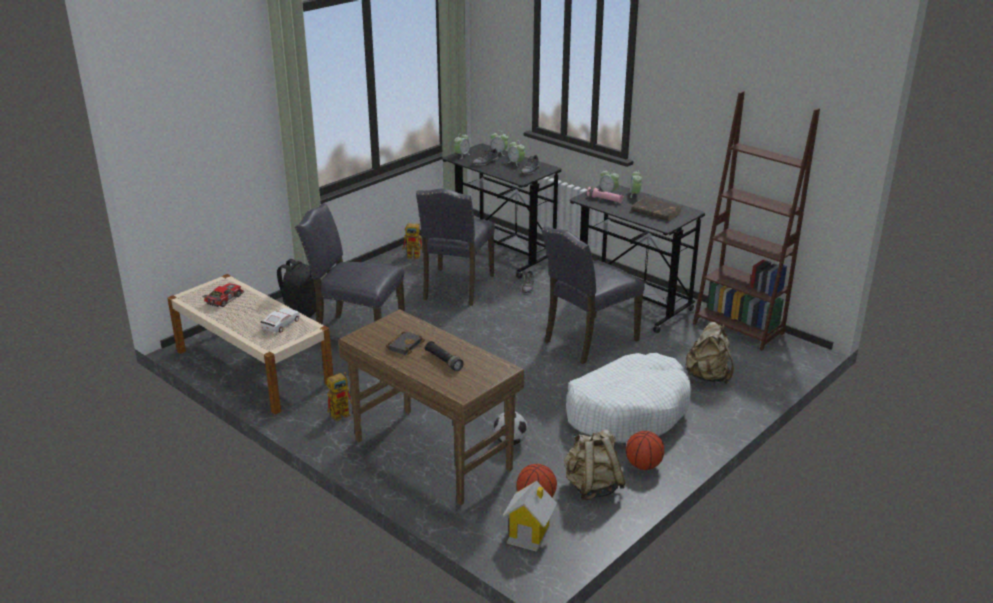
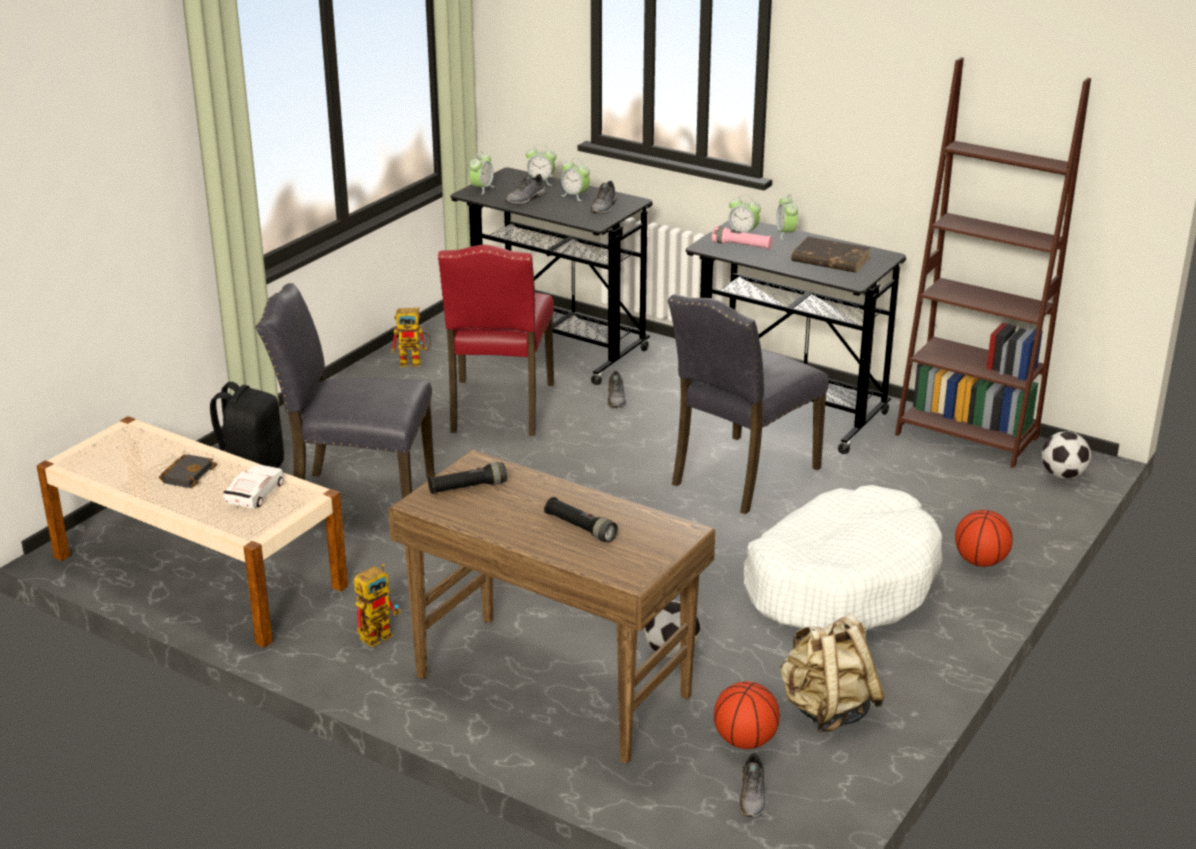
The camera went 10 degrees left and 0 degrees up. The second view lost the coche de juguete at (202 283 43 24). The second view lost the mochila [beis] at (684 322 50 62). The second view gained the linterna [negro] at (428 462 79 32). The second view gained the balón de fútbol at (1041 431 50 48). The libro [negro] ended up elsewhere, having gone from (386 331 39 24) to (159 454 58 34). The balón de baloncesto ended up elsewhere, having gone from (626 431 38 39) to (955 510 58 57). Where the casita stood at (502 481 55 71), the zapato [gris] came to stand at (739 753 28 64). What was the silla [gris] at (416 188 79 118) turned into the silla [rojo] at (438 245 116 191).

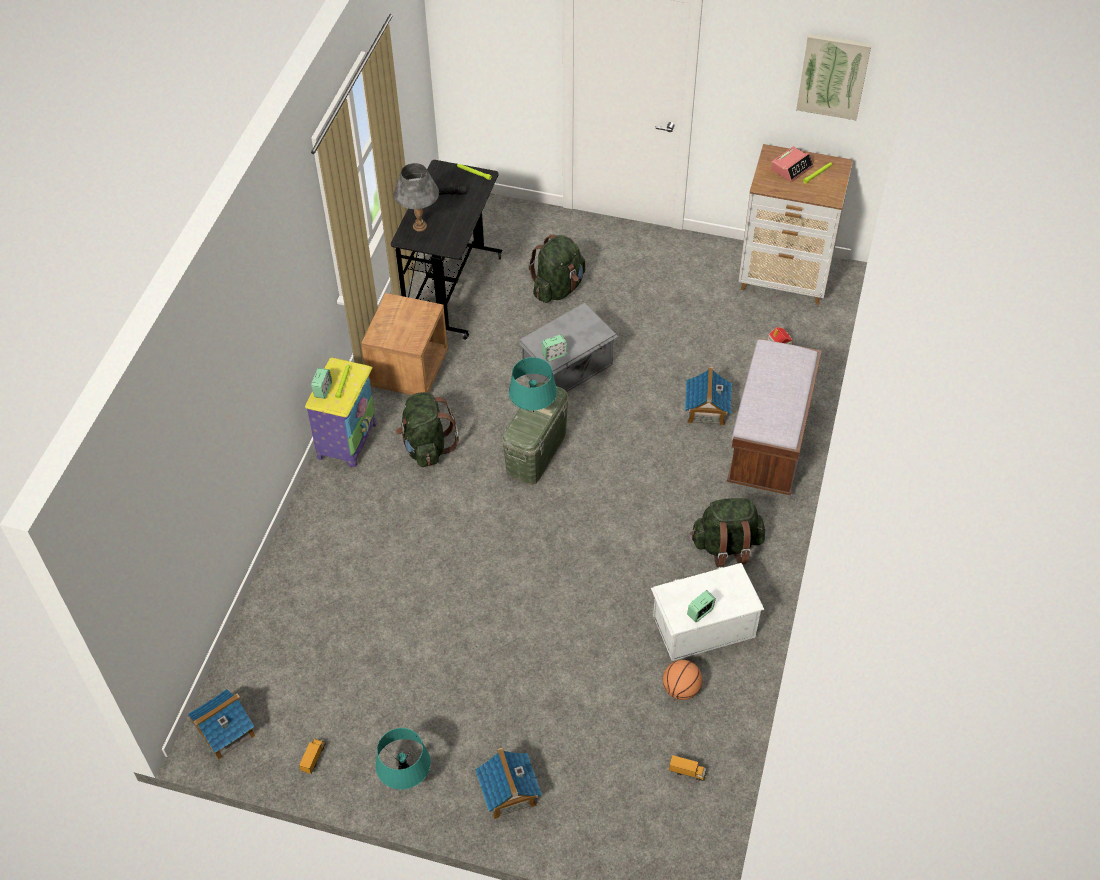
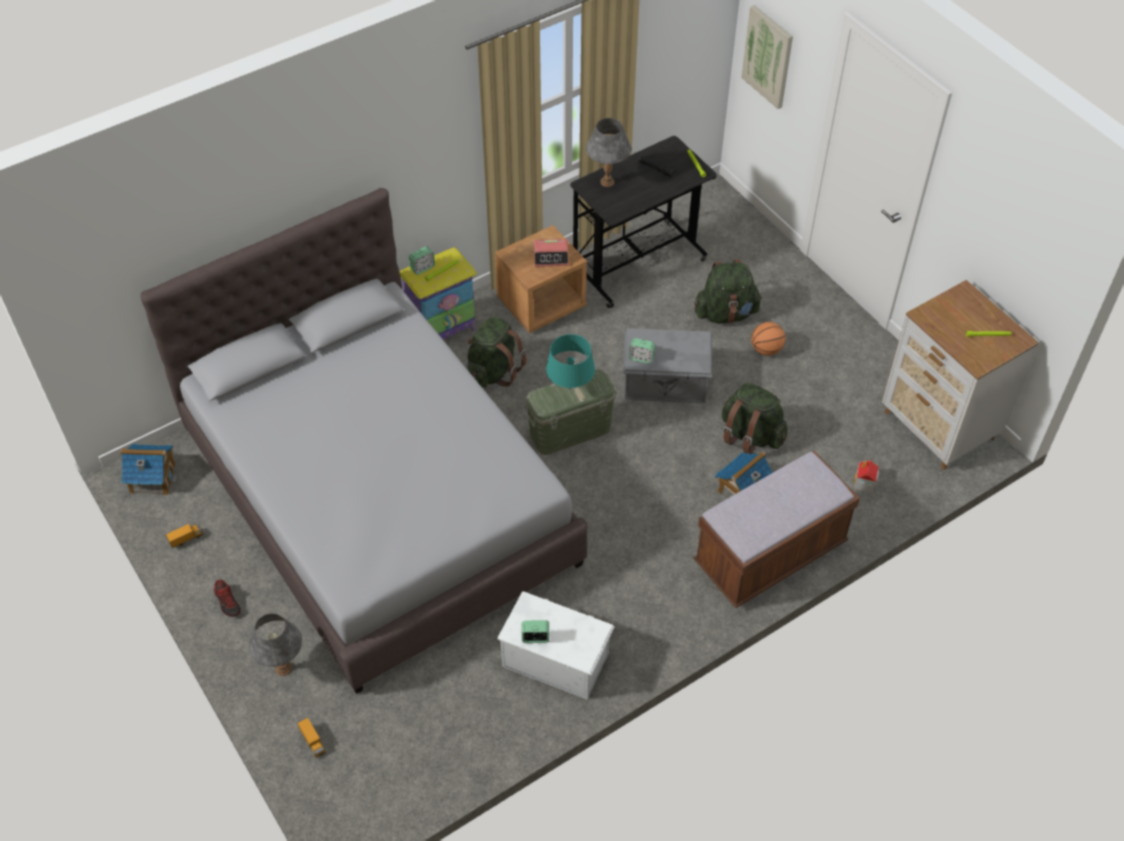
The camera went 40 degrees right and 0 degrees up. The second view gained the cama [gris] at (140 188 448 506). The balón de baloncesto ended up elsewhere, having gone from (663 660 39 40) to (751 322 35 34). The camión de juguete ended up elsewhere, having gone from (669 755 38 26) to (297 717 29 41). The mochila [verde] ended up elsewhere, having gone from (690 498 76 69) to (722 383 66 71). The despertador ended up elsewhere, having gone from (771 146 42 36) to (534 239 35 28). The cuadro ended up elsewhere, having gone from (796 34 76 86) to (741 5 52 104). Where the lámpara de mesa [turquesa] stood at (375 728 56 62), the zapato came to stand at (214 580 27 37). Where the casita stood at (475 748 67 71), the lámpara de mesa [gris] came to stand at (249 614 53 62).

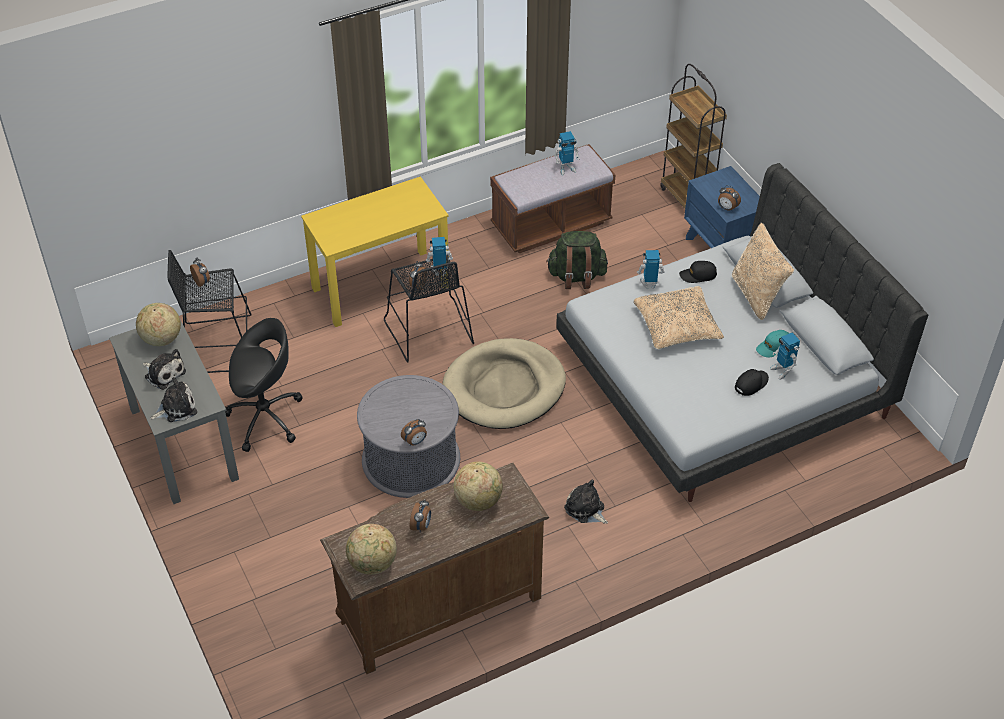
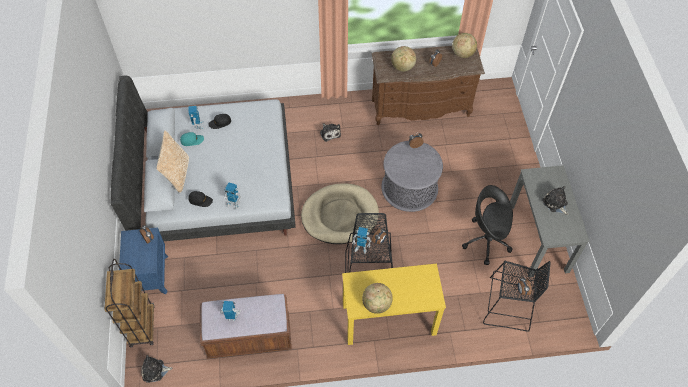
The camera went 160 degrees left and 10 degrees up. The second view lost the mochila [verde] at (546 231 62 58). The second view lost the cojín [beis] at (633 286 91 63). The globo terráqueo ended up elsewhere, having gone from (136 303 45 43) to (362 283 31 31). The peluche ended up elsewhere, having gone from (151 377 46 45) to (141 355 31 28).

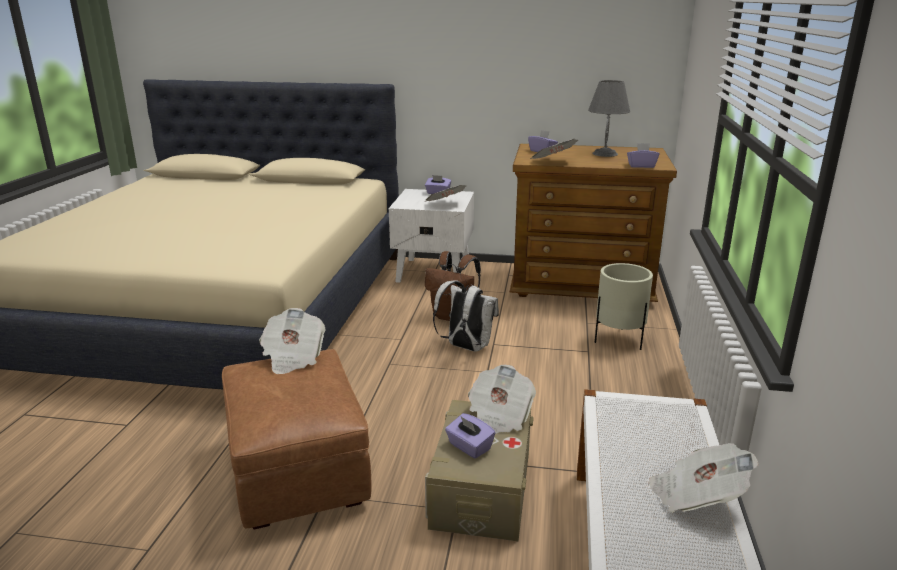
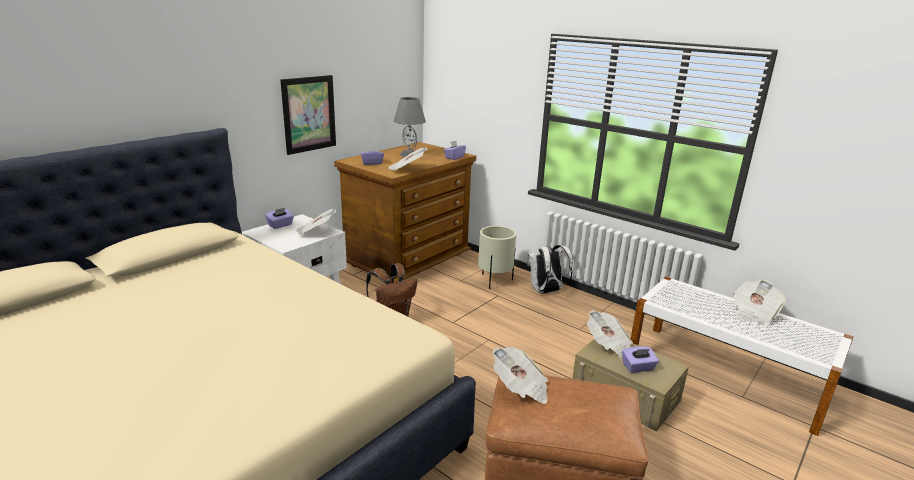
The camera went 60 degrees left and 0 degrees up. The second view gained the cuadro at (280 75 56 80). The mochila [blanco] ended up elsewhere, having gone from (433 280 66 72) to (527 245 46 49).

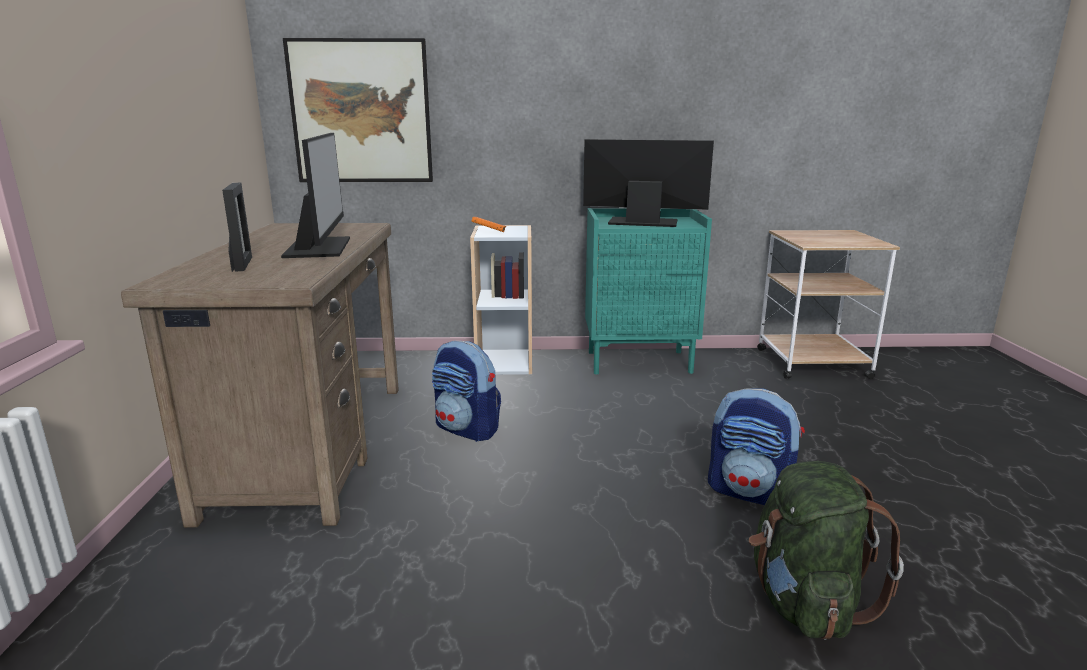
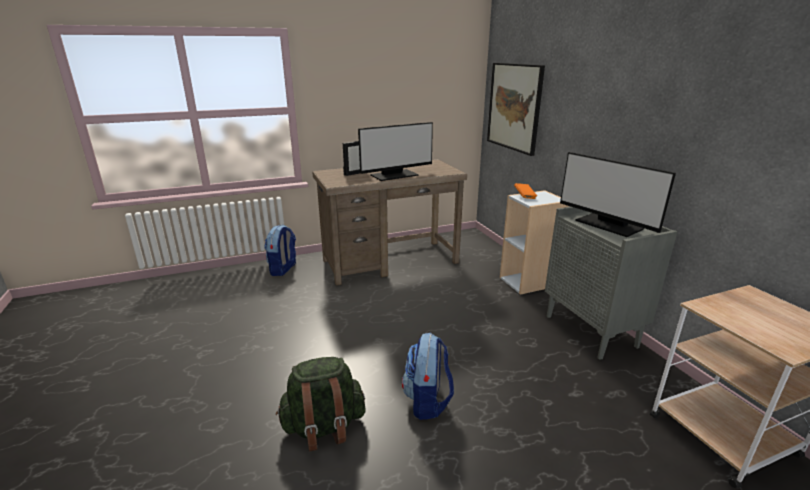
The camera went 70 degrees right and 5 degrees up. The mochila ended up elsewhere, having gone from (432 341 69 101) to (264 225 32 51). What was the armario [turquesa] at (585 208 127 166) turned into the armario [gris] at (545 207 133 153). The monitor at (583 139 131 88) ended up facing another way, 150 degrees clockwise from before.

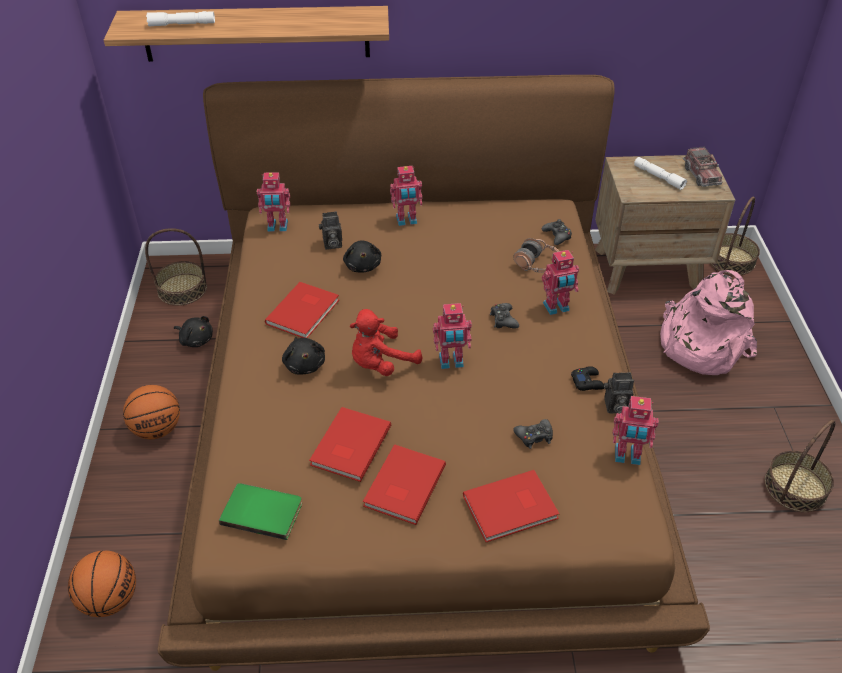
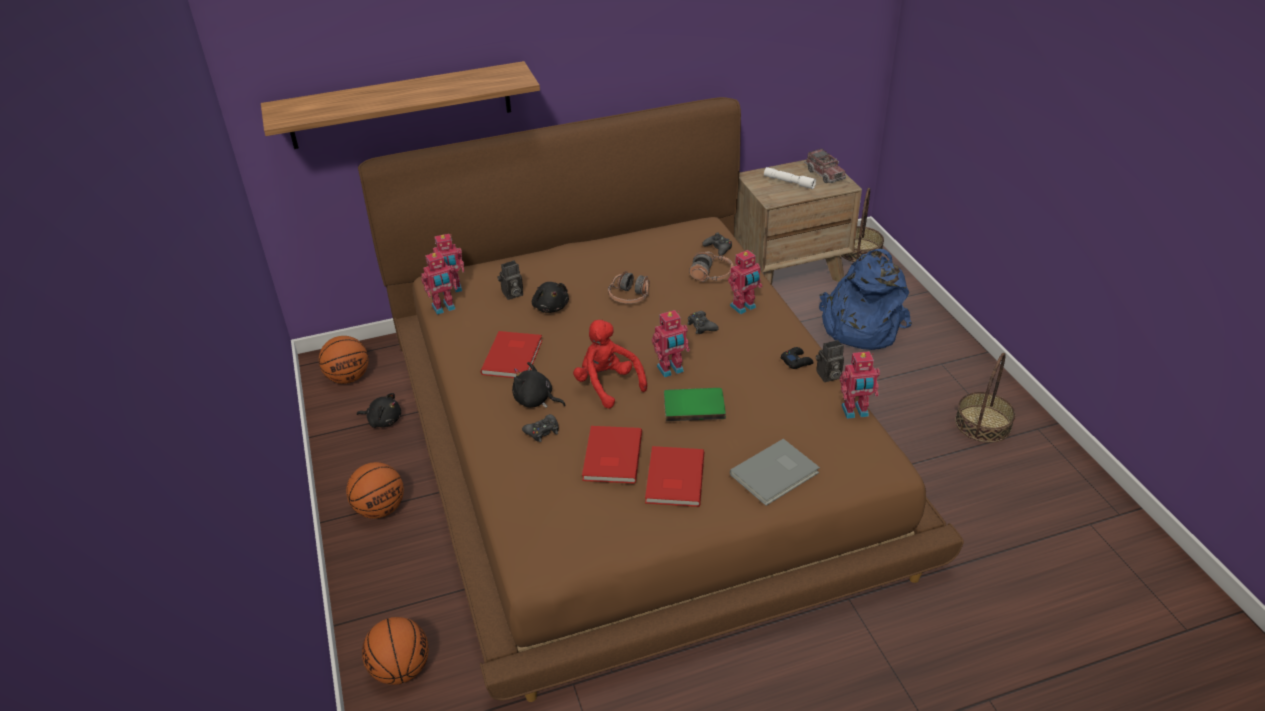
The camera went 15 degrees left and 5 degrees down. The second view lost the linterna [blanco] at (146 11 69 15). The second view gained the auriculares at (608 271 42 33). The libro [verde] ended up elsewhere, having gone from (219 483 83 57) to (664 388 62 33). The robot de juguete ended up elsewhere, having gone from (390 166 32 60) to (421 252 36 63). The mando de consola [negro] ended up elsewhere, having gone from (513 419 40 30) to (522 414 37 28). Where the cesta stood at (145 228 62 78), the balón de baloncesto came to stand at (319 336 50 48). What was the libro [rojo] at (463 470 96 72) turned into the libro [gris] at (730 439 90 67). What was the mochila [rosa] at (660 270 97 105) turned into the mochila [azul] at (819 249 93 101). The peluche [negro] at (282 337 43 37) ended up facing another way, 150 degrees clockwise from before. The peluche [rojo] at (350 309 72 67) ended up facing another way, 105 degrees clockwise from before.

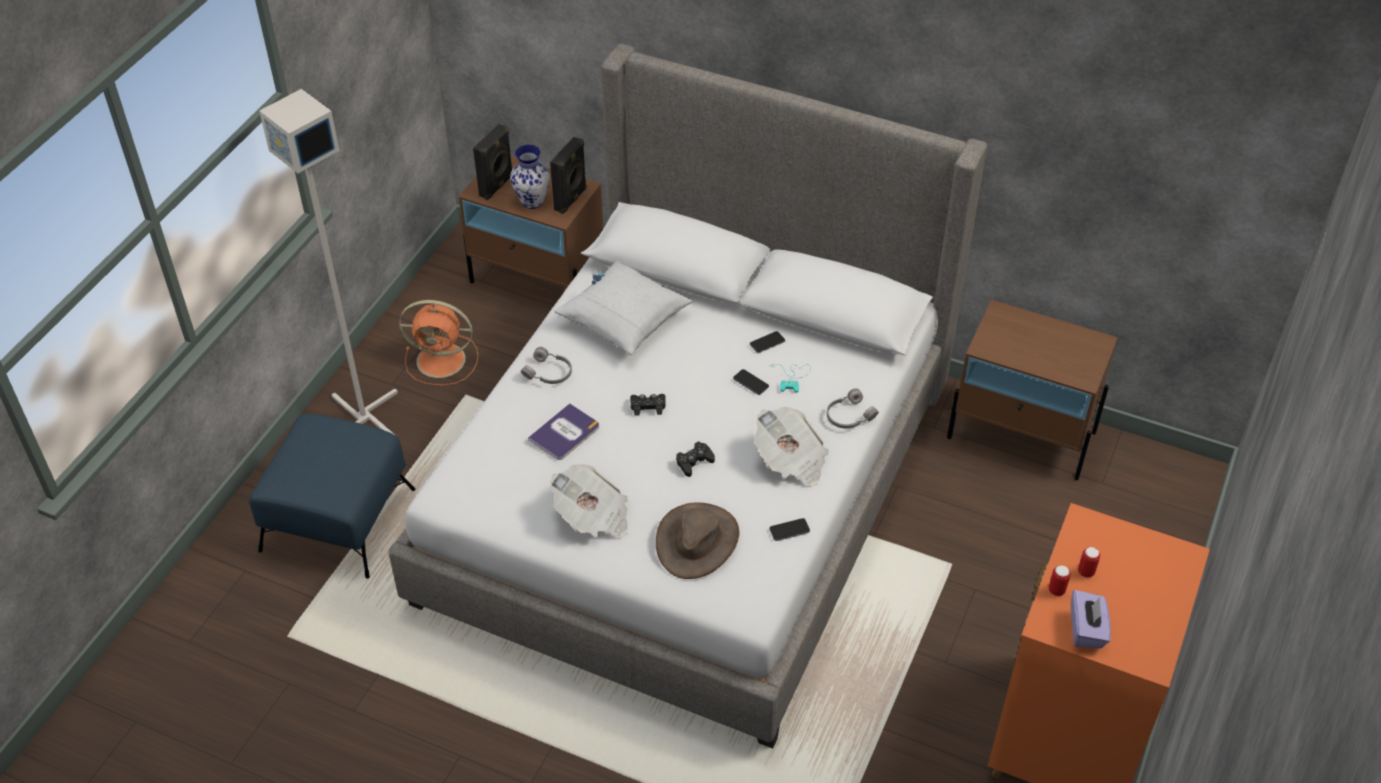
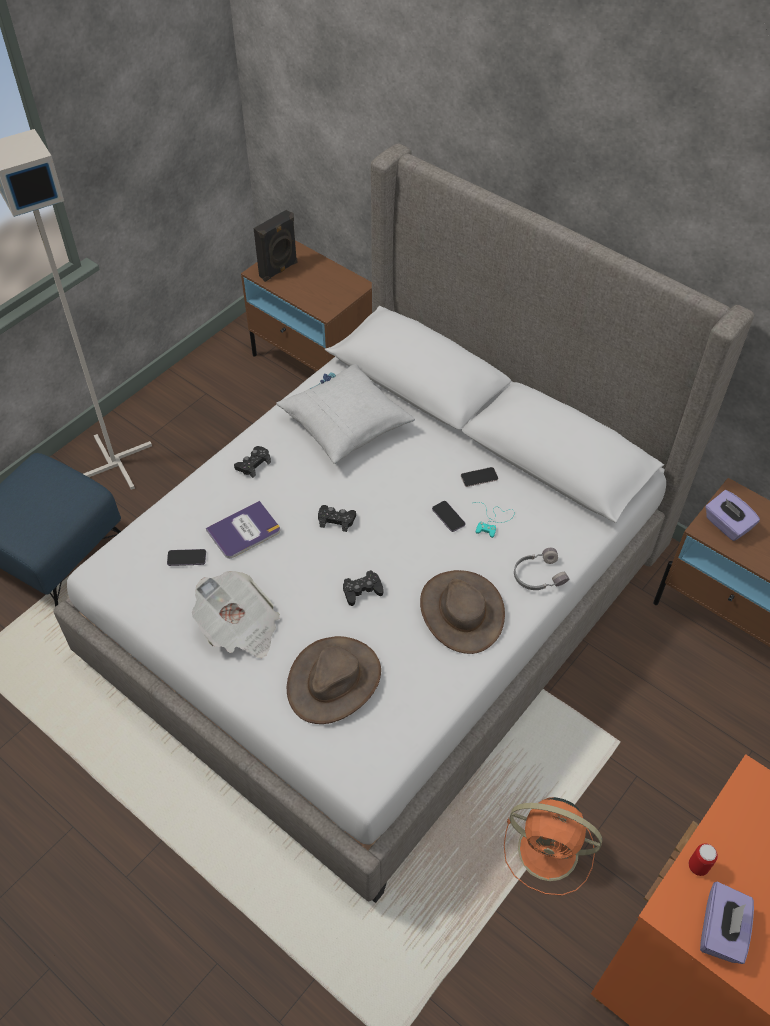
The camera went 15 degrees right and 5 degrees up. The second view lost the florero at (510 145 40 64). The second view lost the altavoz [negro] at (550 137 37 77). The second view lost the lata at (1078 547 22 31). The second view gained the caja de pañuelos [morado] at (705 490 55 51). The ventilador [naranja] ended up elsewhere, having gone from (399 300 79 86) to (504 797 98 98). The móvil ended up elsewhere, having gone from (769 518 41 23) to (167 549 39 17). Where the auriculares [gris] stood at (521 347 51 37), the mando de consola [negro] came to stand at (234 446 37 32). Where the periódico stood at (754 407 75 79), the sombrero [marrón] came to stand at (420 570 85 84).

